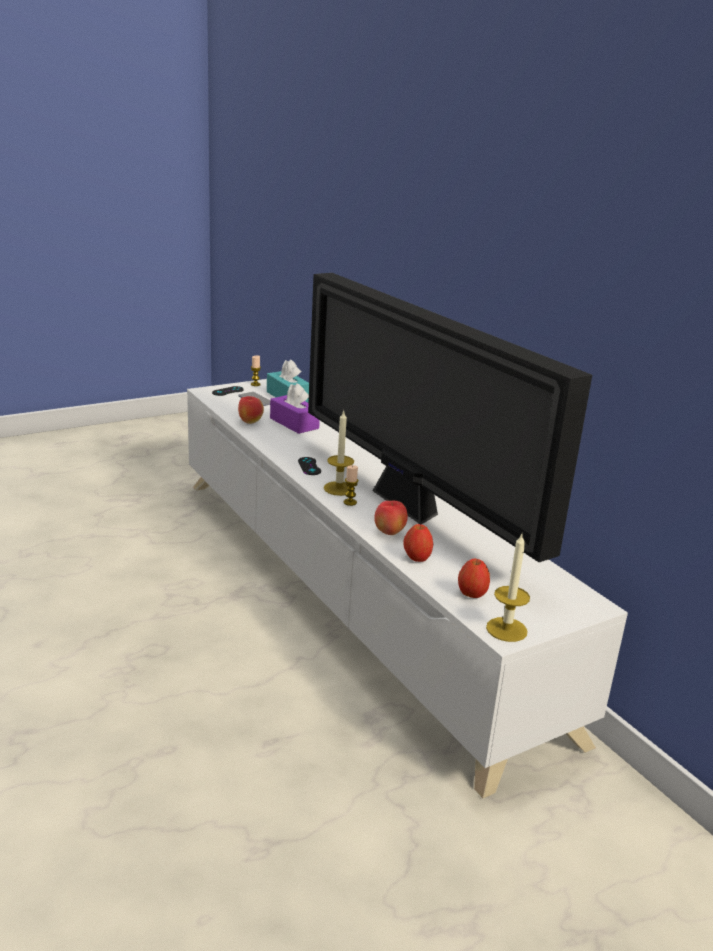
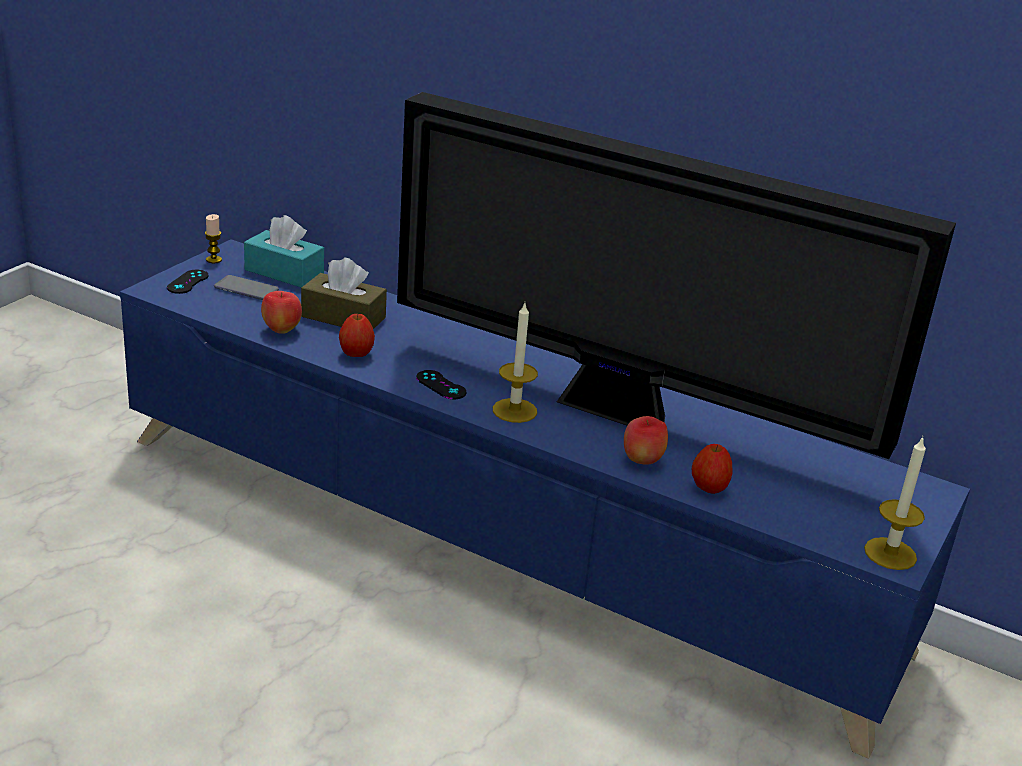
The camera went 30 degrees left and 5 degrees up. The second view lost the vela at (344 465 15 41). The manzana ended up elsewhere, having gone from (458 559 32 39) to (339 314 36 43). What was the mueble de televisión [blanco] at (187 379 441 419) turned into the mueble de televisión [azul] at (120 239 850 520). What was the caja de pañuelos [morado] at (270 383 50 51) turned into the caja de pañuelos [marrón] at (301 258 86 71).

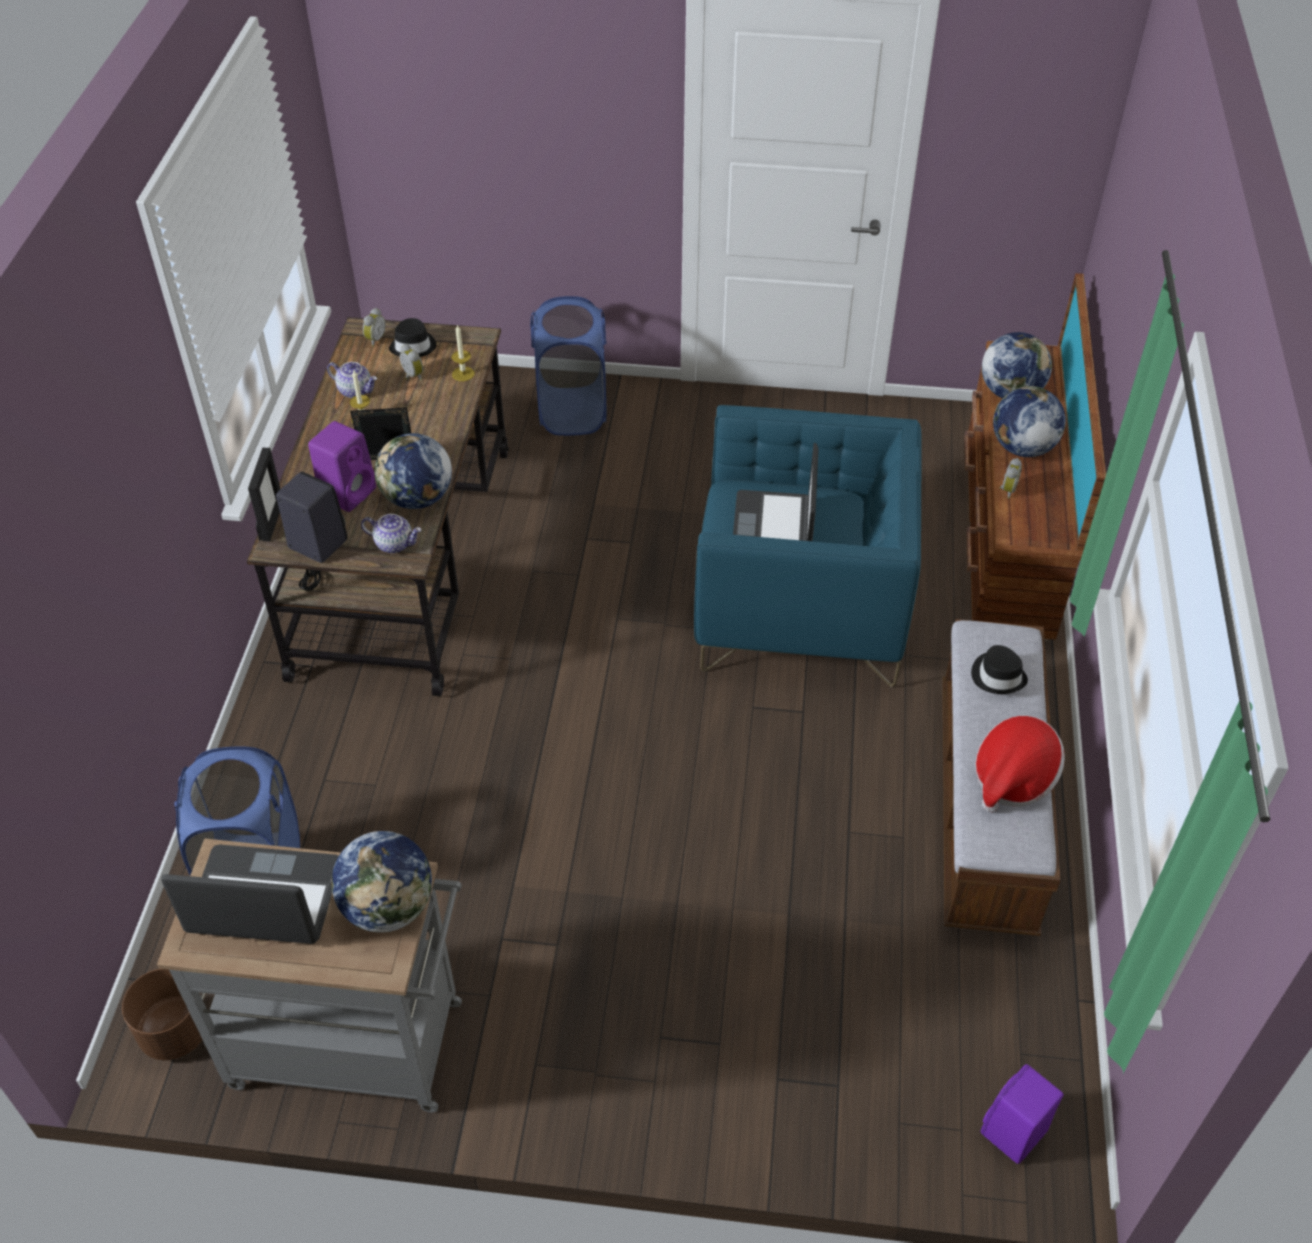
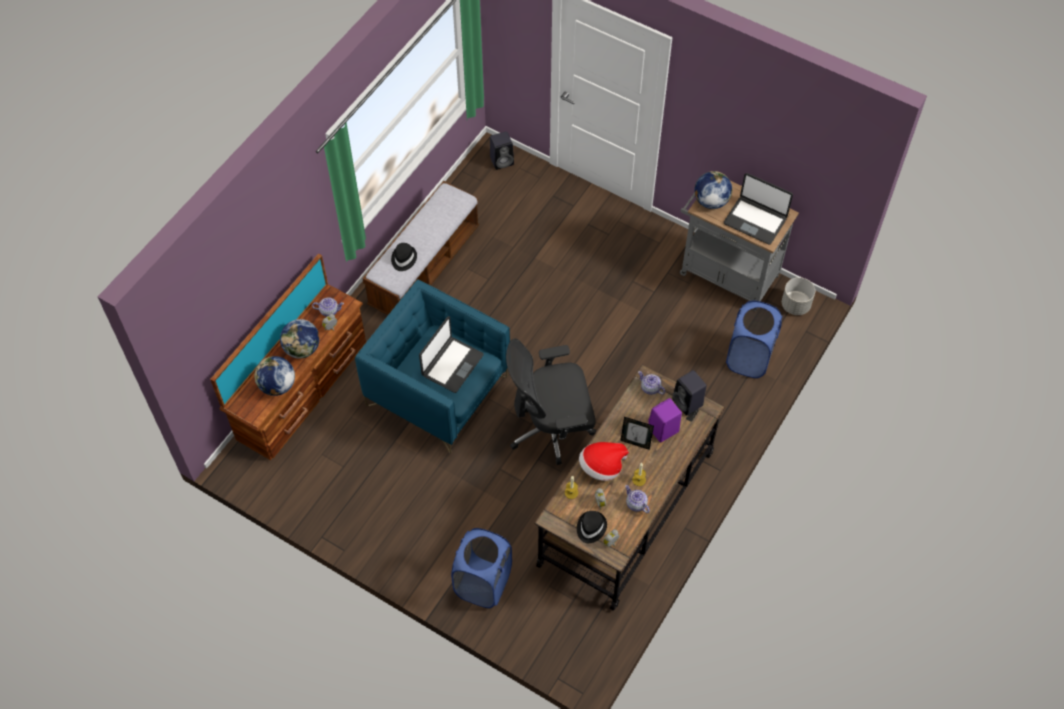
The camera went 155 degrees left and 10 degrees up. The second view lost the portarretratos at (248 448 32 93). The second view lost the globo terráqueo at (375 433 77 76). The second view gained the tetera at (312 297 32 20). The second view gained the silla de oficina at (506 338 90 127). The sombrero ended up elsewhere, having gone from (975 715 90 97) to (579 442 50 39). What was the maceta [marrón] at (122 969 80 91) turned into the maceta [gris] at (782 277 33 38). What was the altavoz [morado] at (980 1064 84 100) turned into the altavoz [negro] at (490 131 24 39).

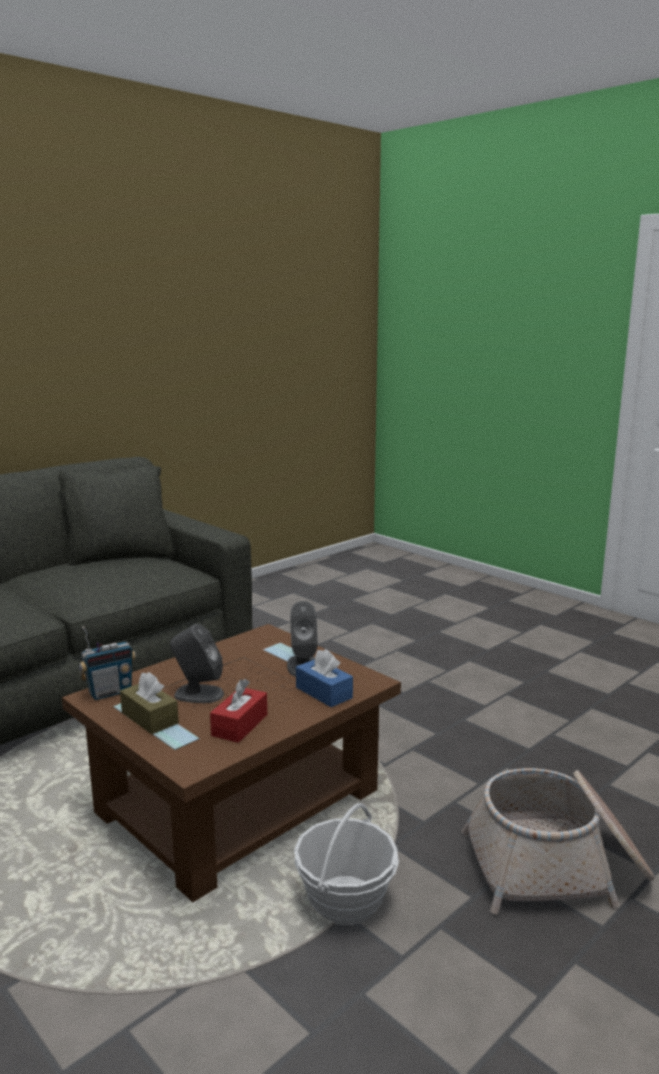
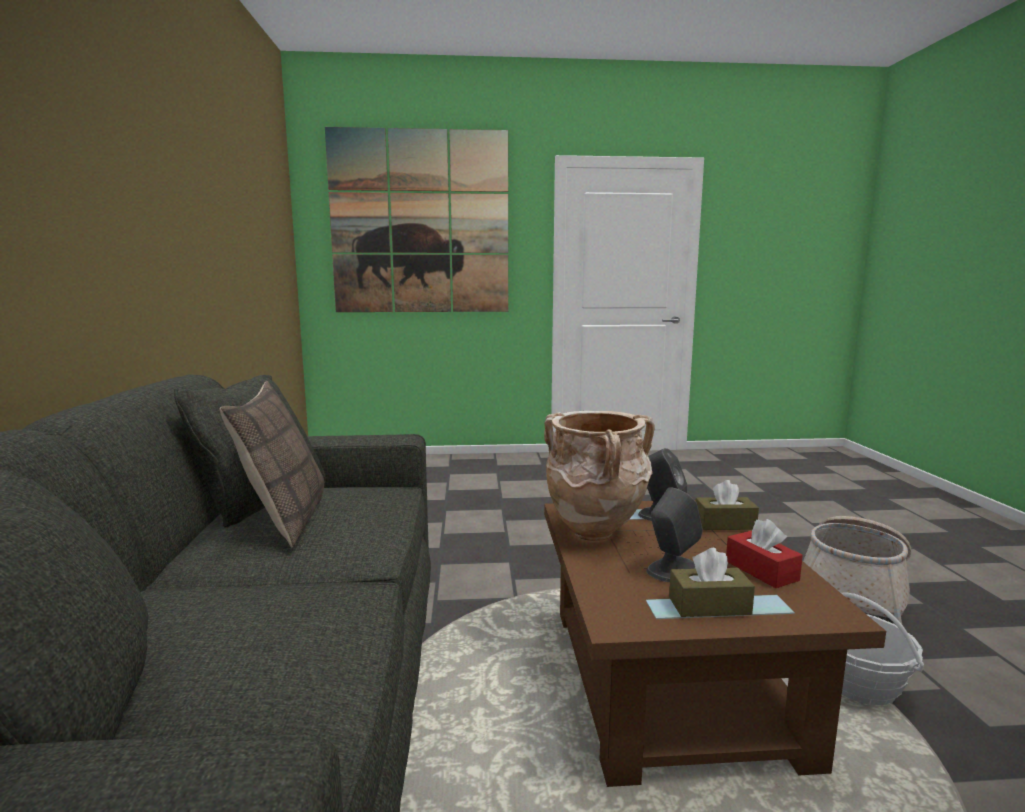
The camera went 50 degrees left and 5 degrees down. The second view lost the radio at (79 626 57 74). The second view gained the cojín at (220 381 104 166). The second view gained the cuadro at (325 127 183 185). The second view gained the florero [beis] at (544 411 111 130). What was the caja de pañuelos [azul] at (296 649 57 58) turned into the caja de pañuelos [marrón] at (696 480 63 50).

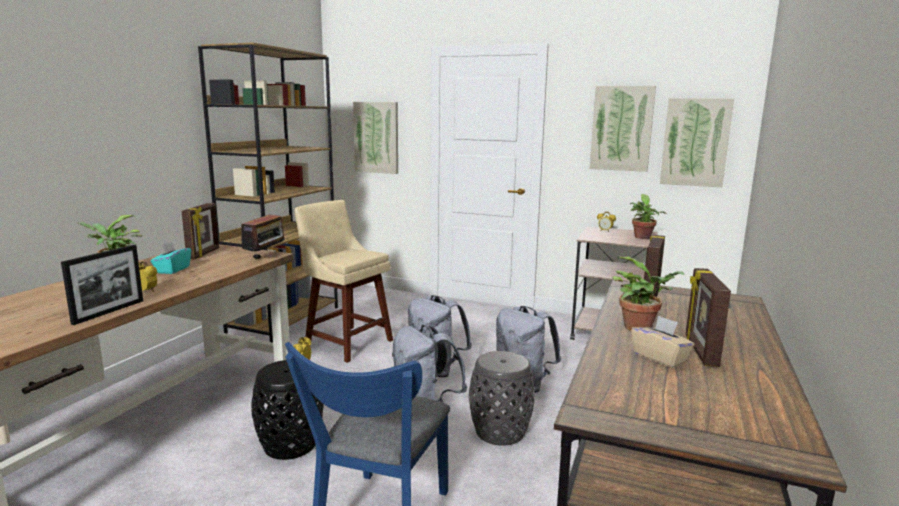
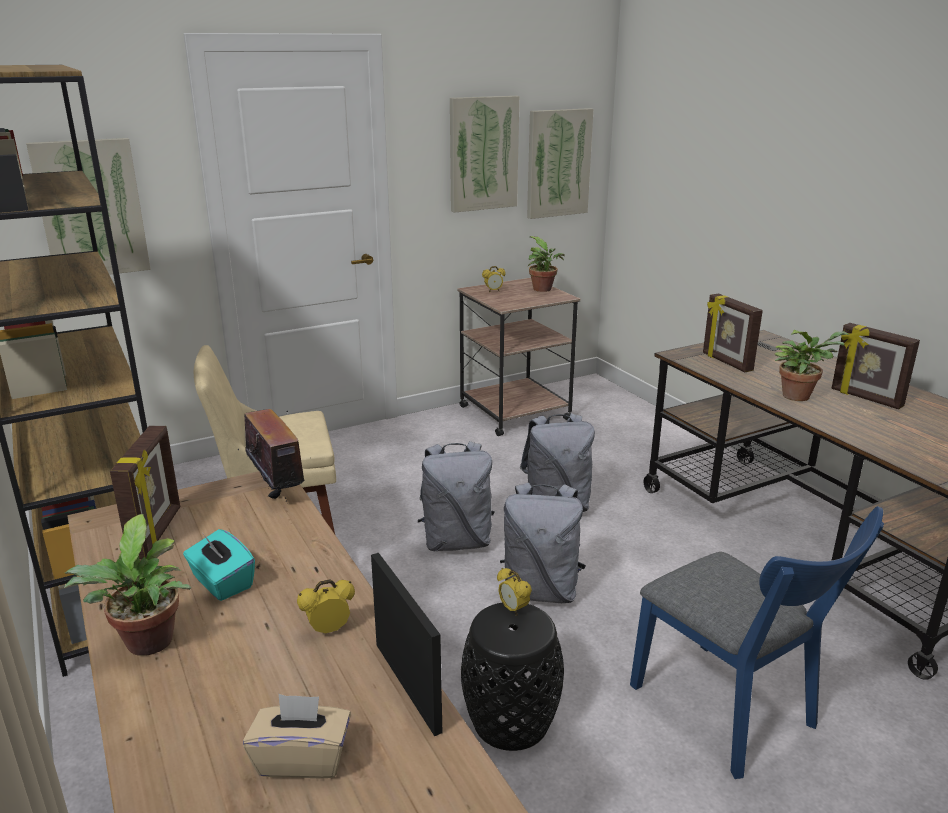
The camera went 50 degrees left and 10 degrees up. The second view lost the taburete [gris] at (469 351 66 95). The caja de pañuelos [beis] ended up elsewhere, having gone from (631 315 64 53) to (243 694 108 85). The portarretratos at (182 203 37 56) ended up facing another way, 45 degrees clockwise from before.

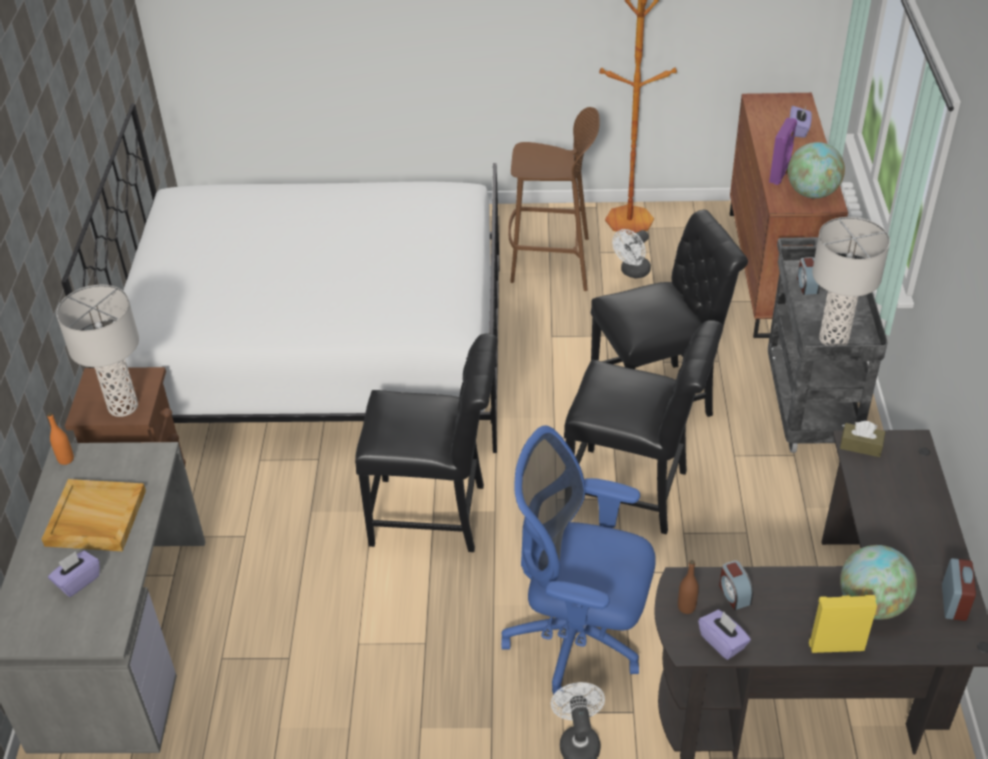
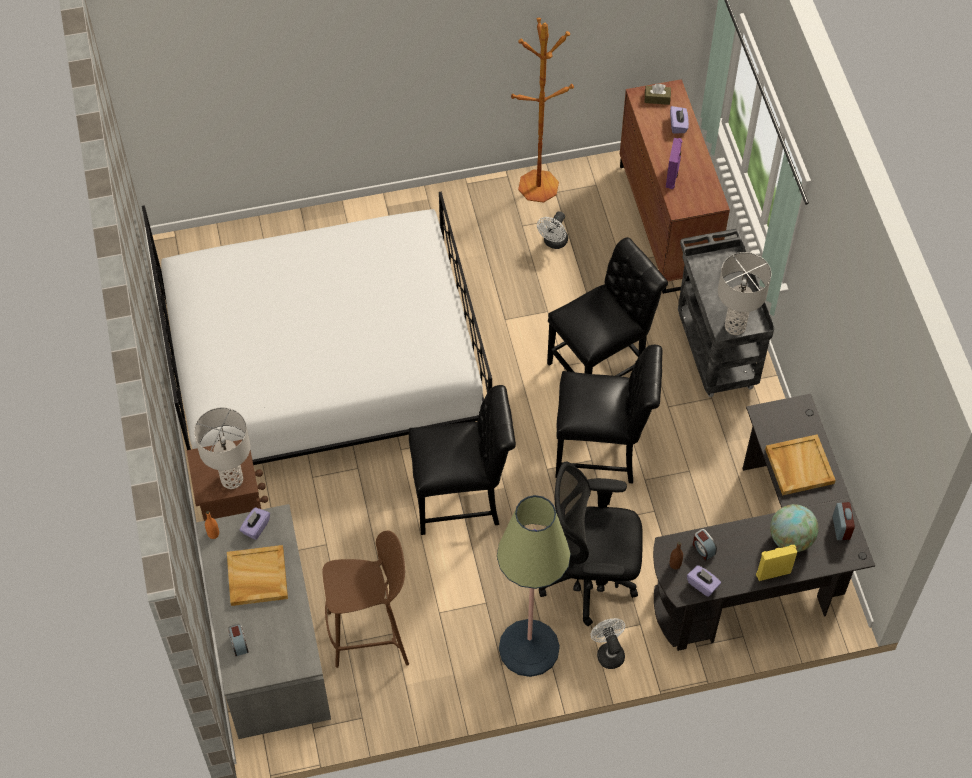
The camera went 15 degrees left and 15 degrees up. The second view lost the globo terráqueo at (788 142 57 56). The second view gained the lámpara de pie at (497 495 74 182). The second view gained the bandeja [beis] at (765 434 71 62). The caja de pañuelos [morado] ended up elsewhere, having gone from (48 551 52 46) to (240 507 30 33). The taburete [marrón] ended up elsewhere, having gone from (508 107 92 184) to (323 531 86 137). The despertador ended up elsewhere, having gone from (797 257 23 38) to (228 624 21 32). The caja de pañuelos [marrón] ended up elsewhere, having gone from (840 421 46 36) to (644 84 27 21). What was the silla de oficina [azul] at (501 425 155 270) turned into the silla de oficina [negro] at (539 462 104 164).

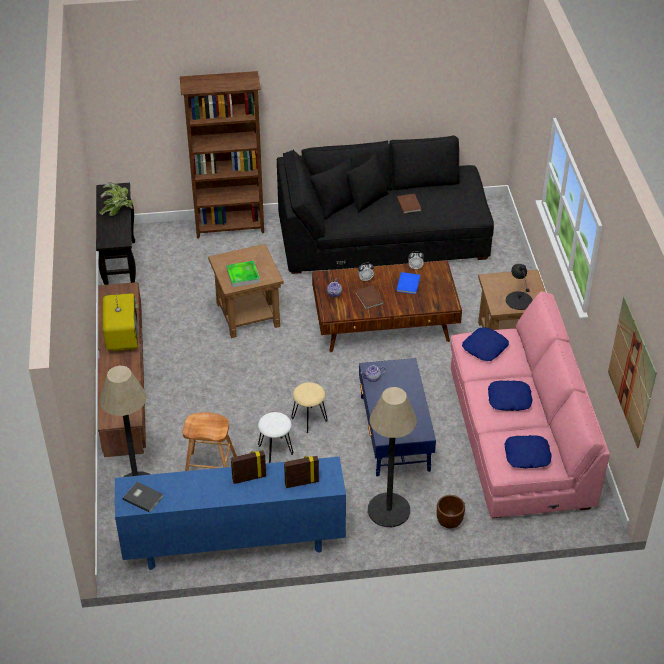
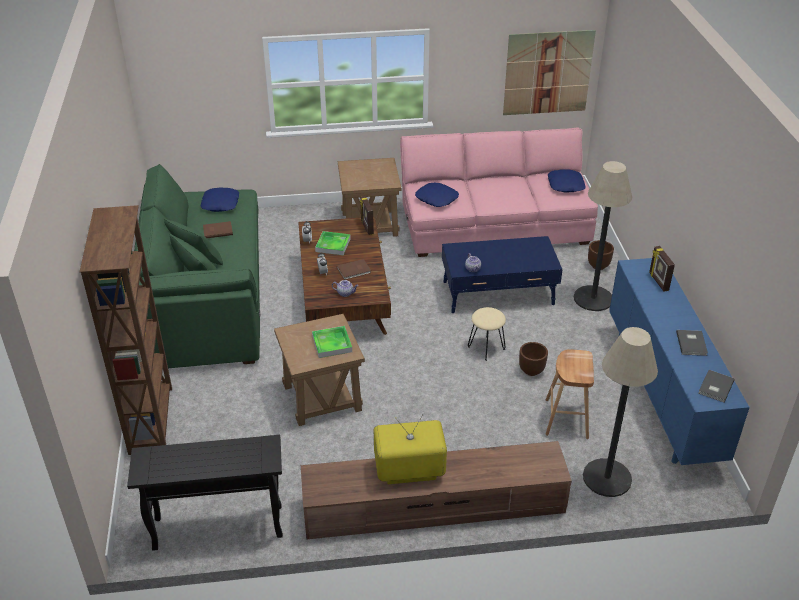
The camera went 90 degrees left and 5 degrees down. The second view lost the planta en maceta at (99 182 34 34). The second view lost the lámpara de mesa [negro] at (506 264 27 46). The second view gained the libro [gris] at (676 330 32 26). The portarretratos ended up elsewhere, having gone from (231 450 35 34) to (360 196 14 39). The cojín [azul] ended up elsewhere, having gone from (488 380 44 31) to (200 188 39 24). Where the taburete [blanco] stood at (258 412 35 51), the maceta [marrón] came to stand at (519 342 29 34). Where the libro [azul] stood at (396 272 24 22), the bandeja came to stand at (315 231 36 24). What was the sofá [negro] at (277 135 217 139) turned into the sofá [verde] at (134 164 126 204).

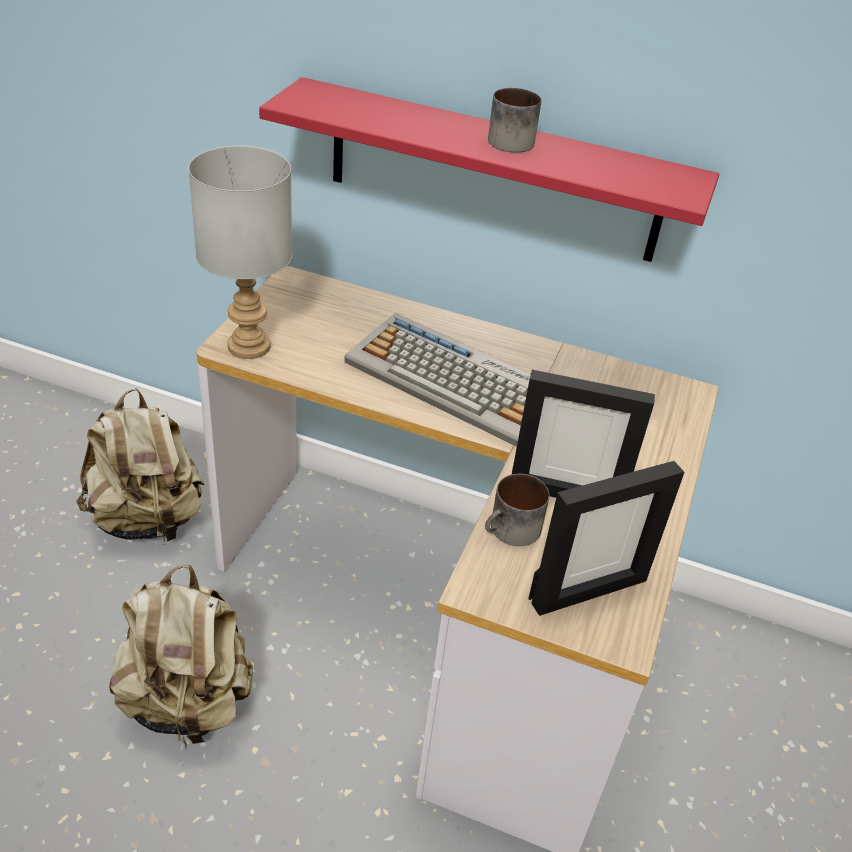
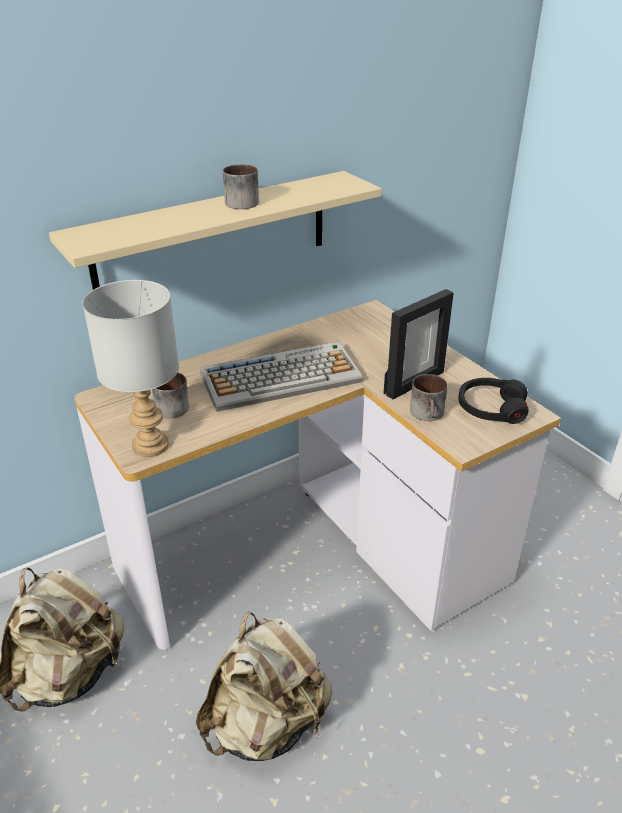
The camera went 50 degrees left and 5 degrees down. The second view gained the taza grande at (152 372 37 46). Where the portarretratos stood at (528 461 156 155), the auriculares [negro] came to stand at (458 378 71 46). What was the estante [rojo] at (259 77 460 185) turned into the estante [beis] at (49 171 333 119).

